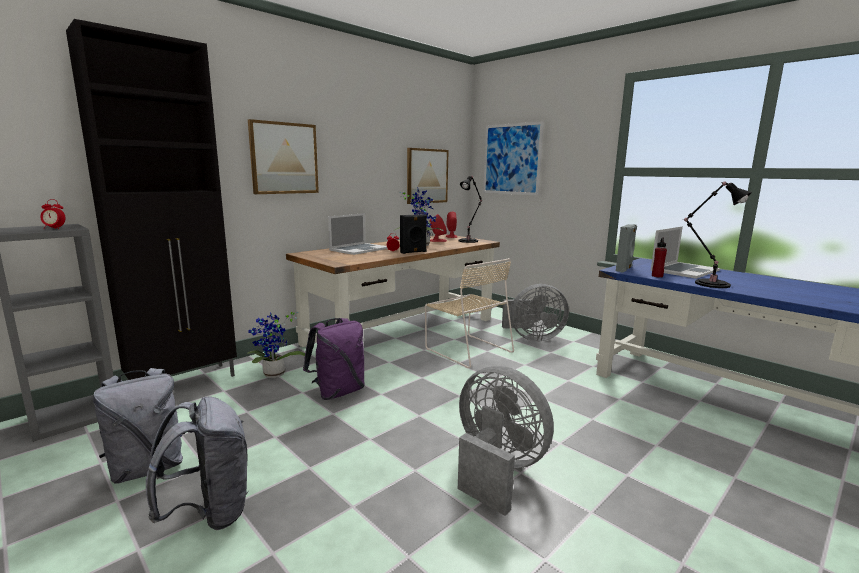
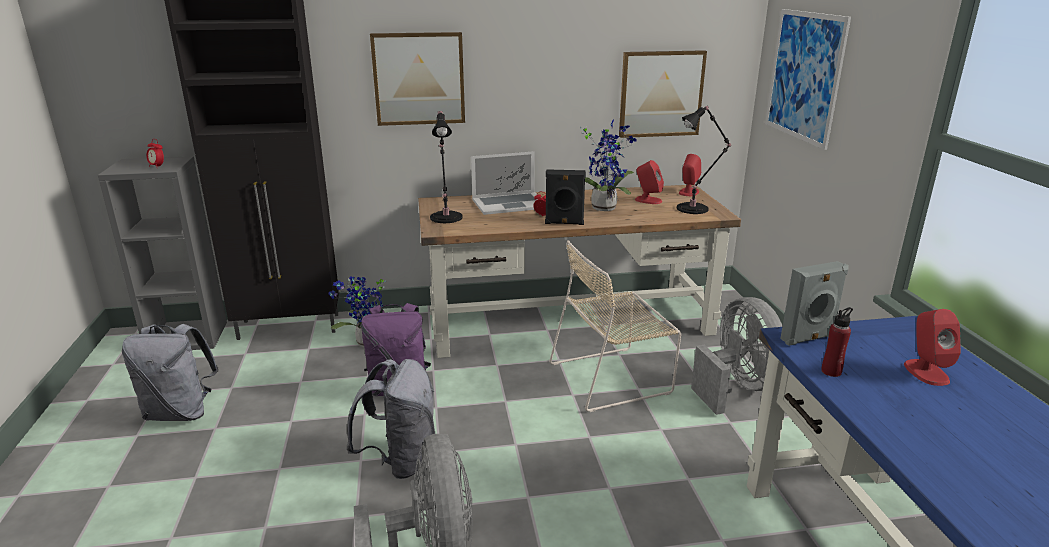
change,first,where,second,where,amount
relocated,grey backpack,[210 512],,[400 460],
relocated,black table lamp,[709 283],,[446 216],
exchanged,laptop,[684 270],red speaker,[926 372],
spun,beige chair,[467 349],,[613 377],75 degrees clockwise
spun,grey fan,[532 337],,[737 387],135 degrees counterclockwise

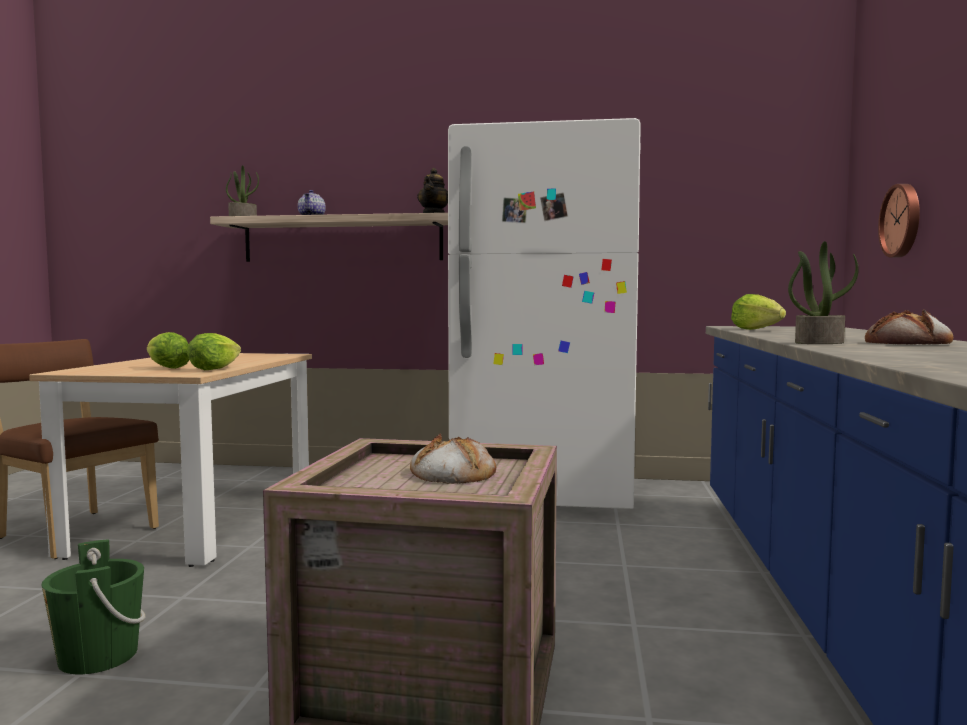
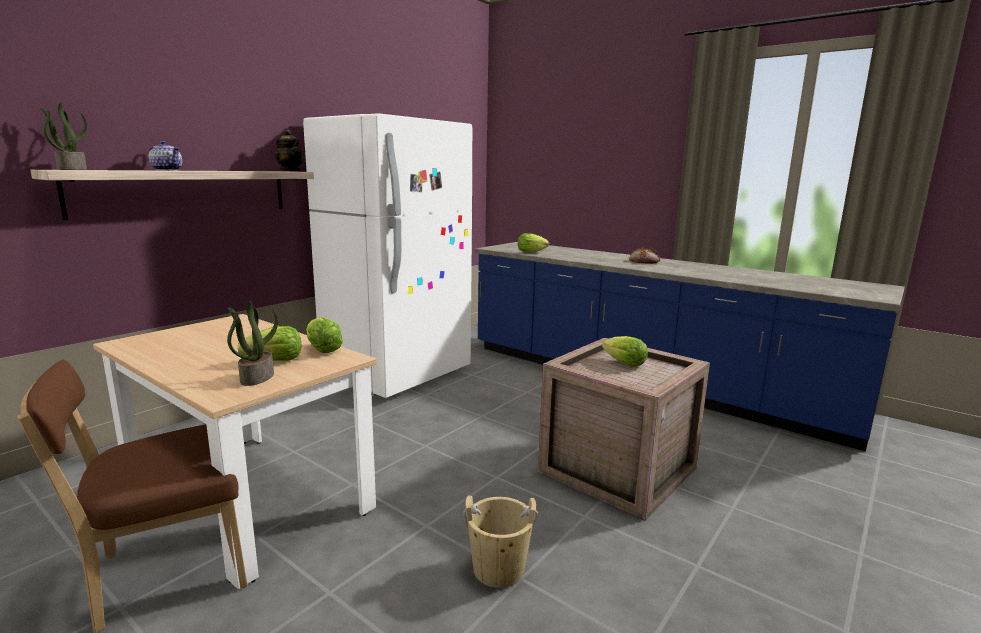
change,first,where,second,where,amount
missing,wall clock,[902 220],,,
relocated,potted plant,[819 343],,[257 377],
exchanged,bread,[451 473],lettuce,[624 364],
colour,green bucket,[98 656],beige bucket,[499 569],

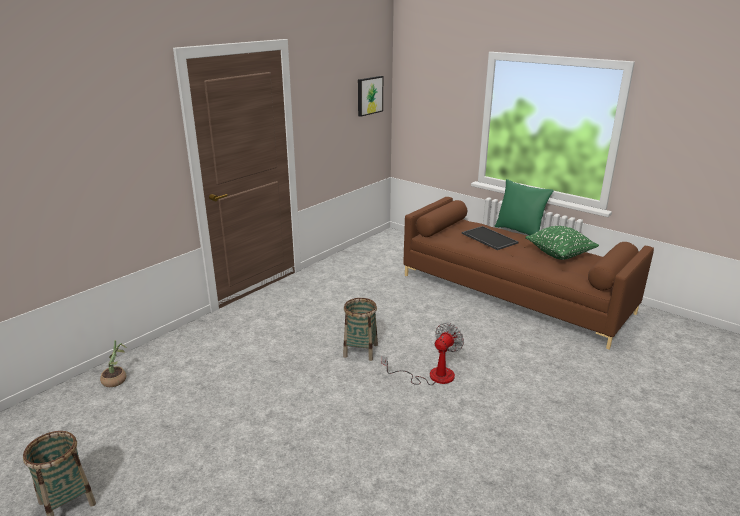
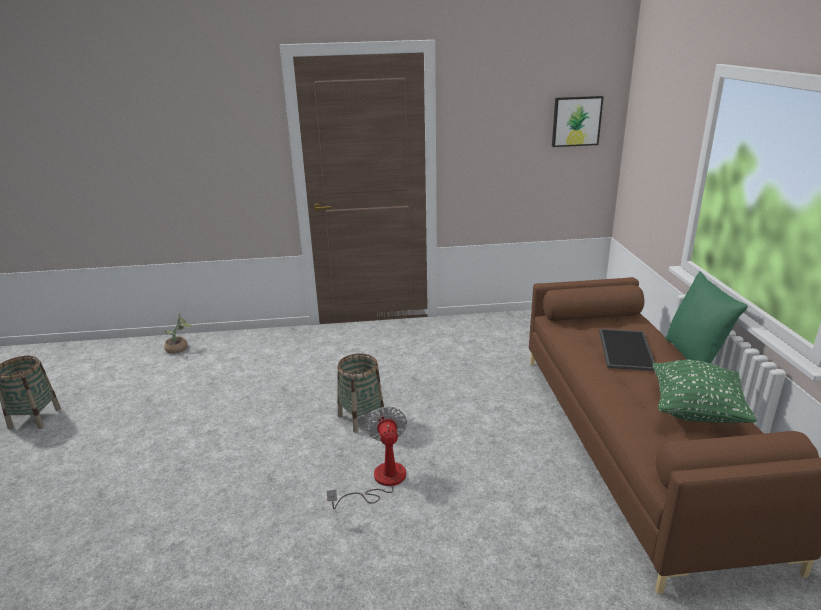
change,first,where,second,where,amount
spun,fan,[432 376],,[380 481],90 degrees counterclockwise

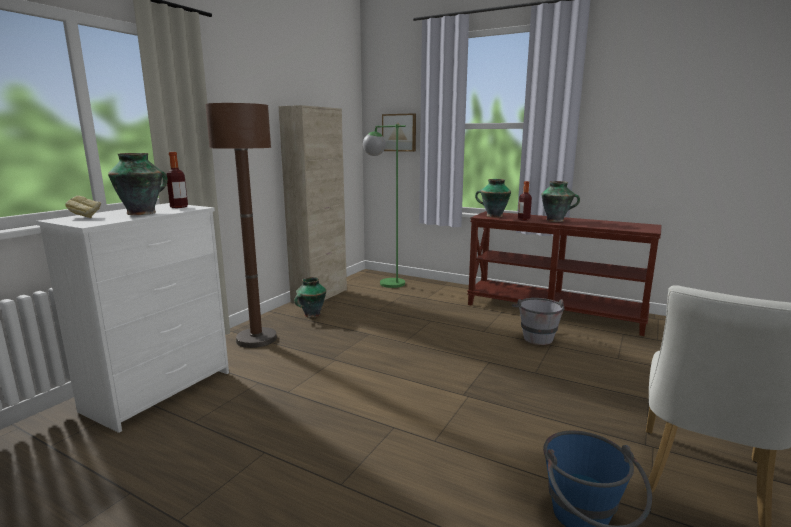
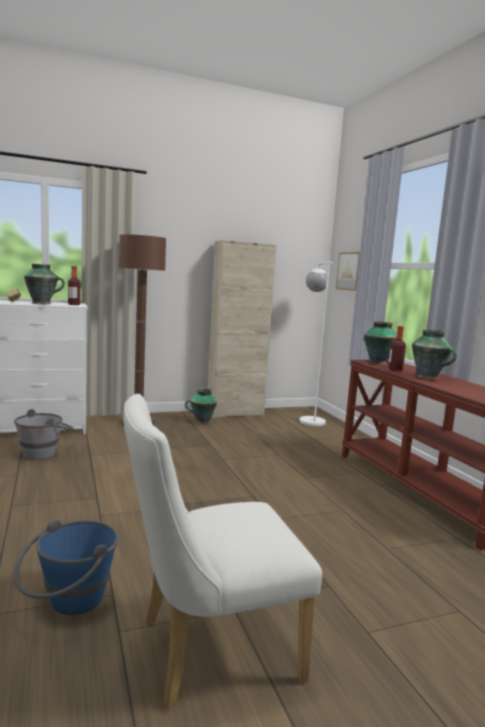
change,first,where,second,where,amount
relocated,grey bucket,[536 336],,[45 453],
colour,green floor lamp,[385 282],white floor lamp,[309 419],

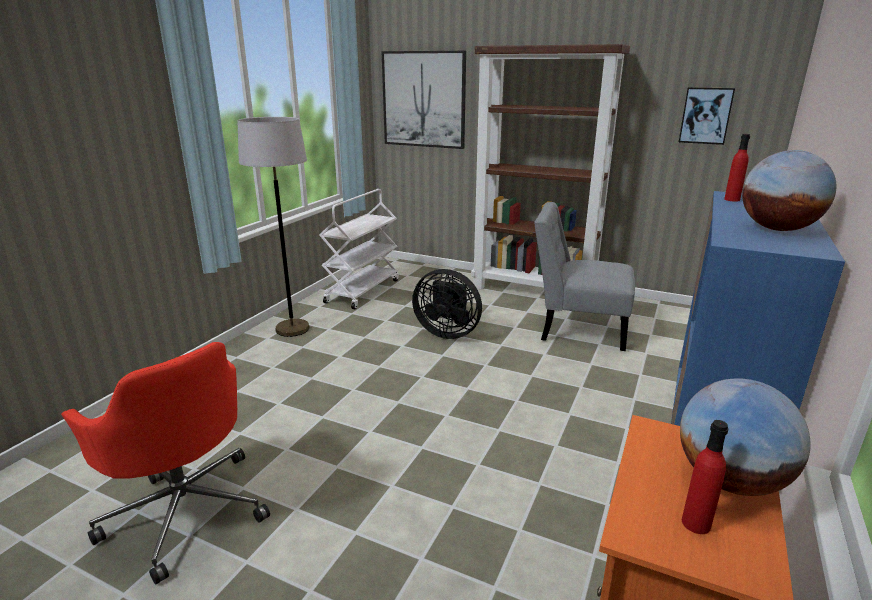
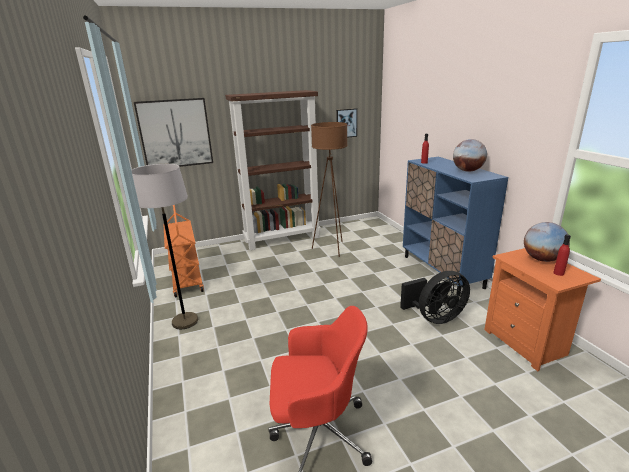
change,first,where,second,where,amount
relocated,black fan,[447 332],,[435 317],
exchanged,grey chair,[577 328],brown floor lamp,[331 248],
colour,white cart,[362 291],orange cart,[186 279],

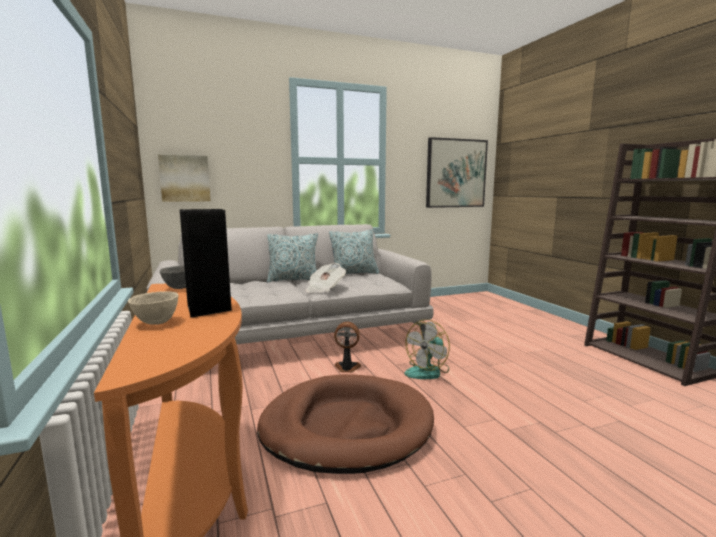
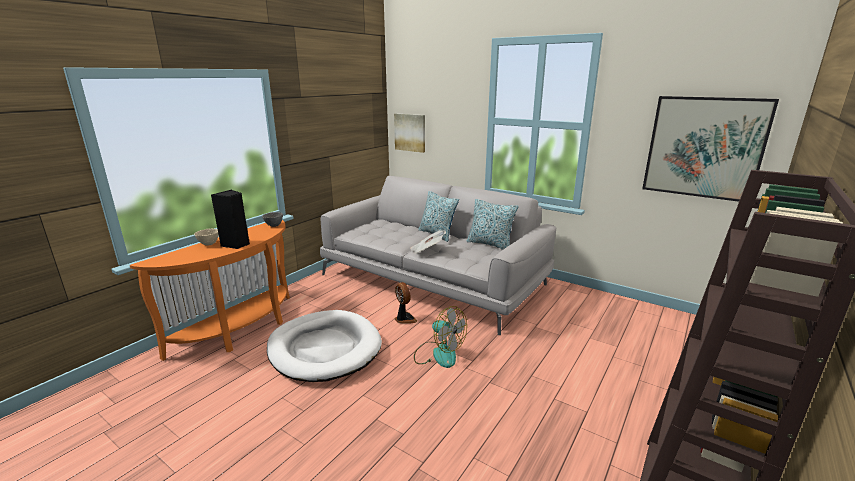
change,first,where,second,where,amount
colour,brown dog bed,[346 427],white dog bed,[324 349],
spun,fan,[428 371],,[438 354],150 degrees counterclockwise

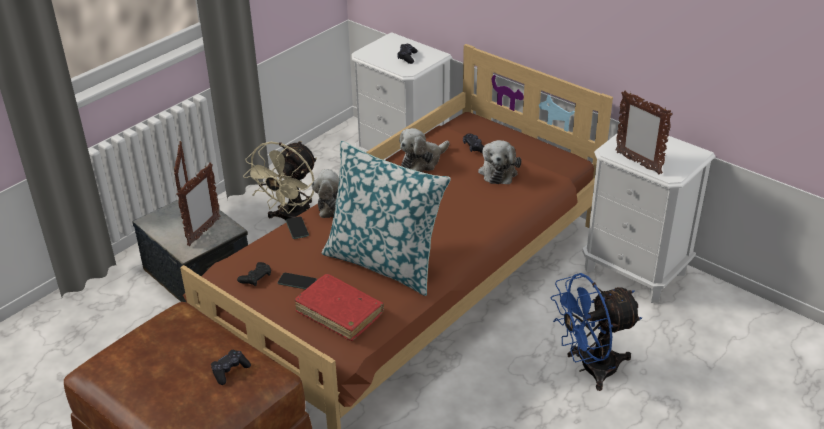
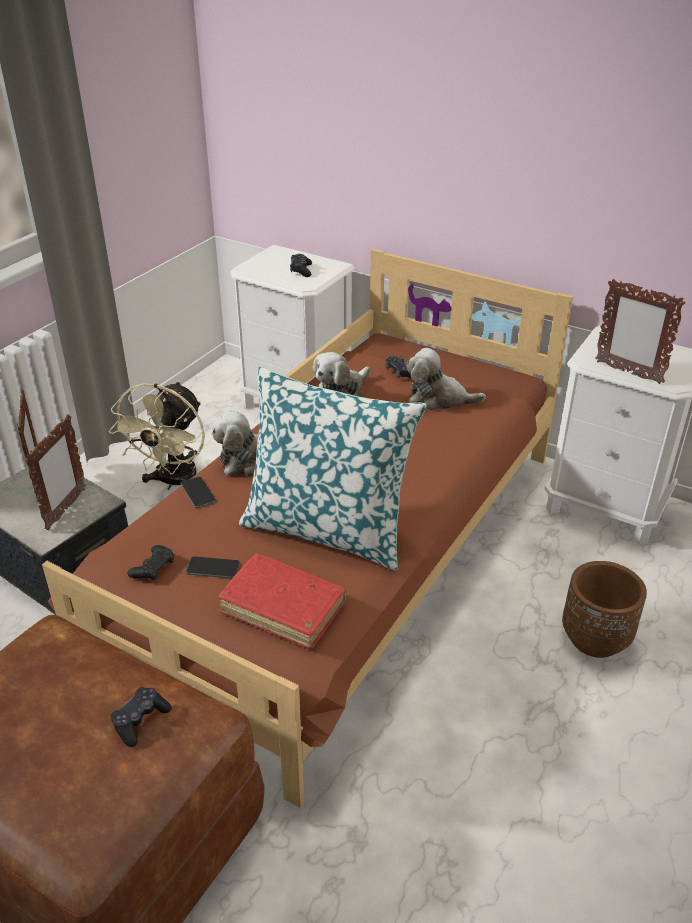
change,first,where,second,where,amount
exchanged,blue fan,[589 368],brown planter,[595 639],
spun,plush toy,[498 171],,[438 399],105 degrees clockwise

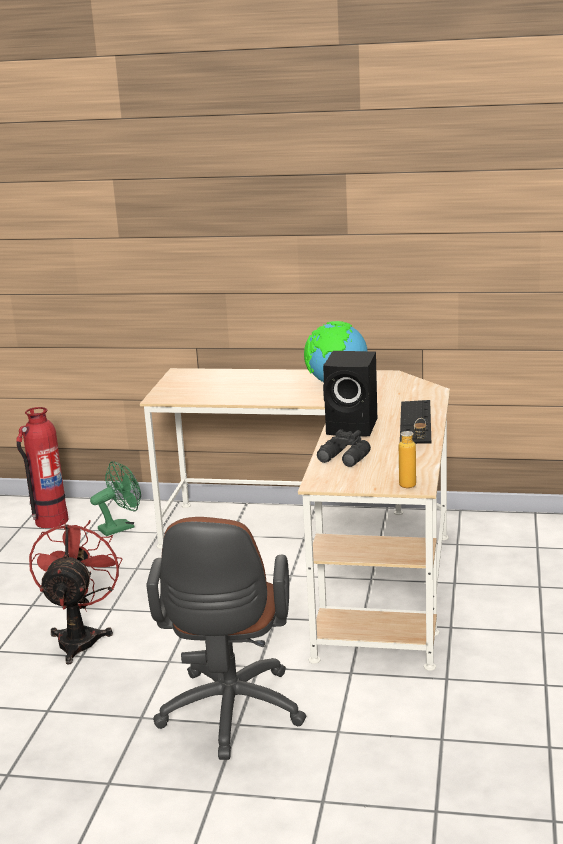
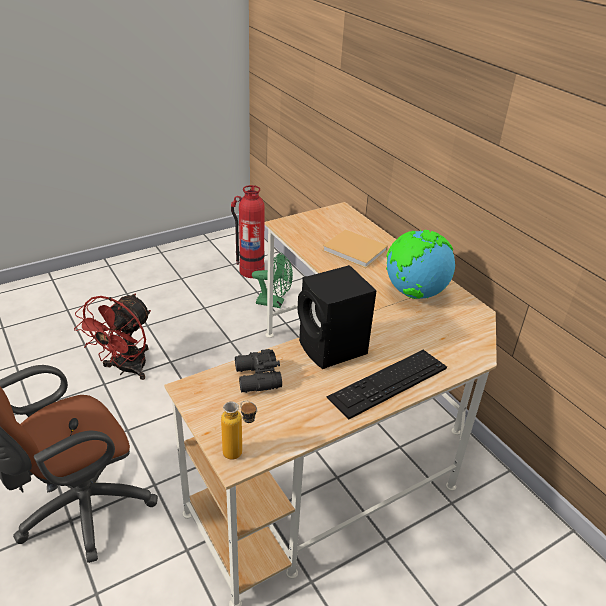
change,first,where,second,where,amount
appeared,,,beige book,[356 251],
spun,red fan,[80 637],,[126 369],150 degrees clockwise

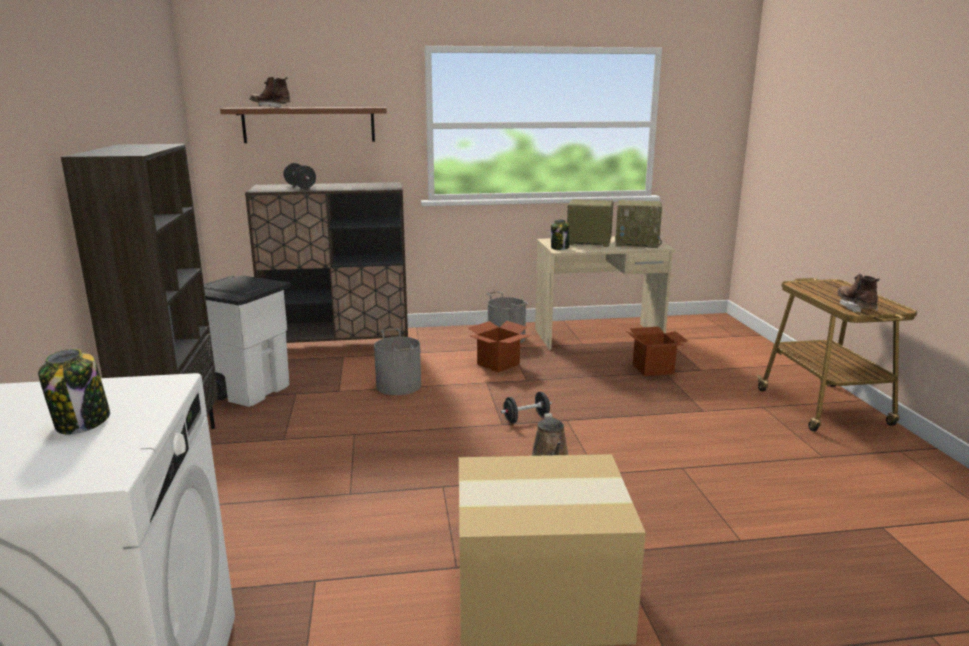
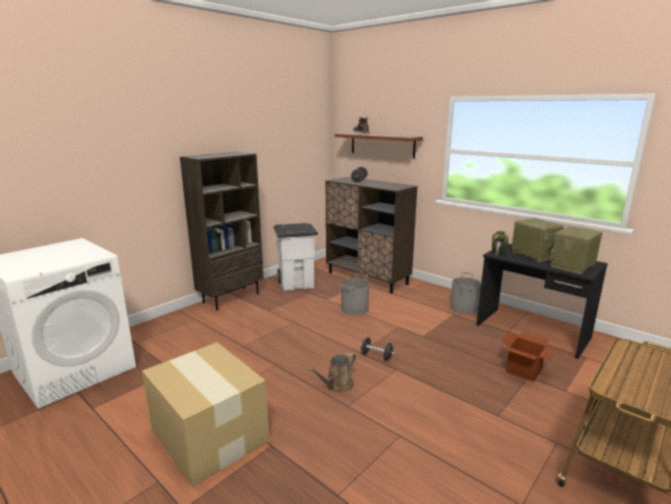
change,first,where,second,where,amount
missing,jar,[82 422],,,
missing,cardboard box,[498 364],,,
missing,brown boot,[855 307],,,
colour,beige desk,[599 336],black desk,[532 332],
spun,radio,[637 243],,[572 266],75 degrees clockwise

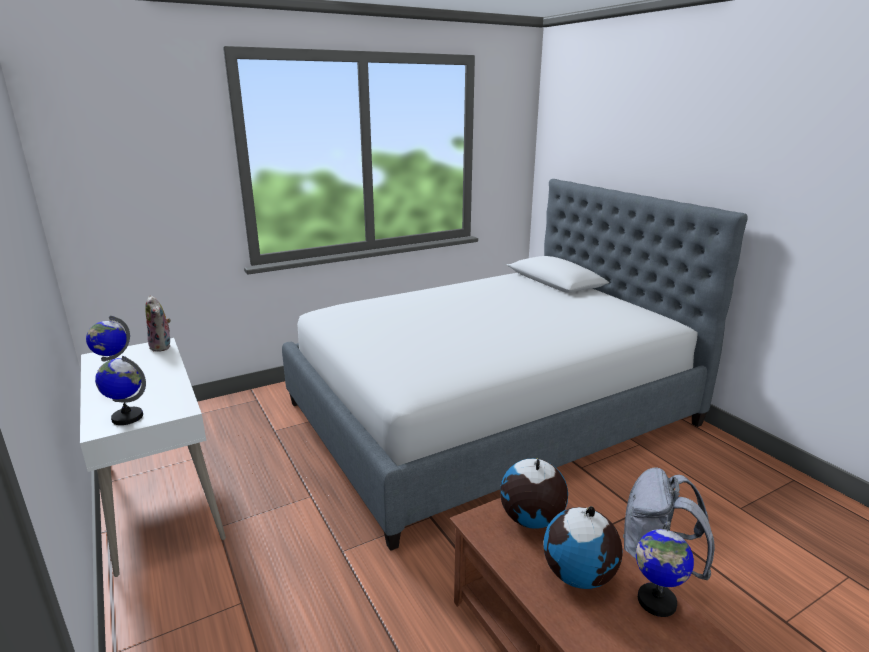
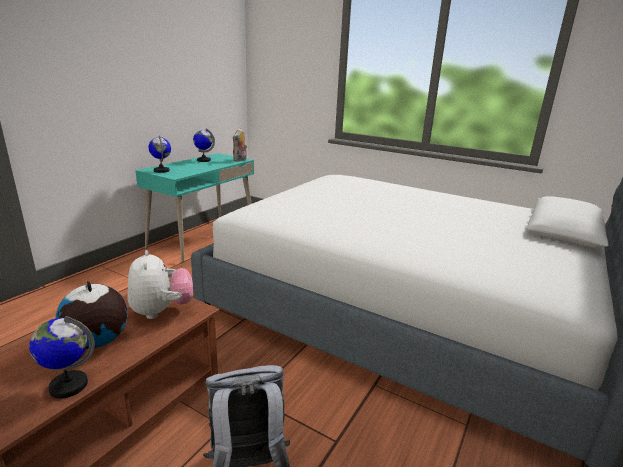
change,first,where,second,where,amount
exchanged,globe,[531 520],plush toy,[162 311],
colour,white desk,[160 499],turquoise desk,[203 238],

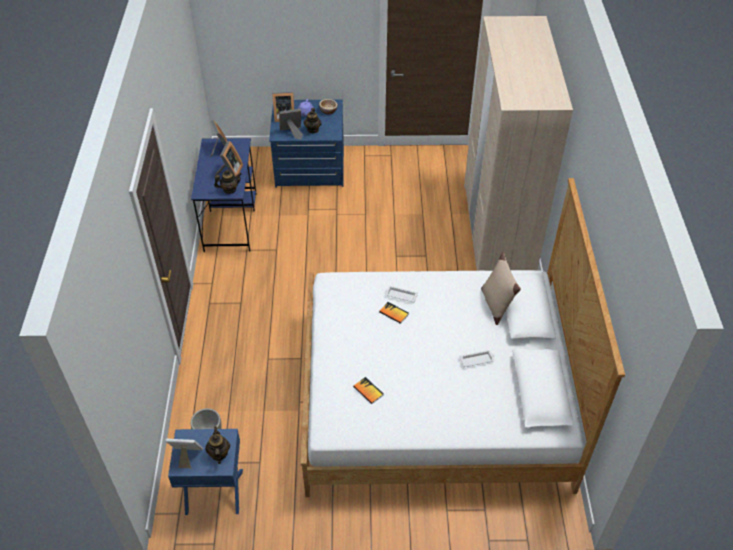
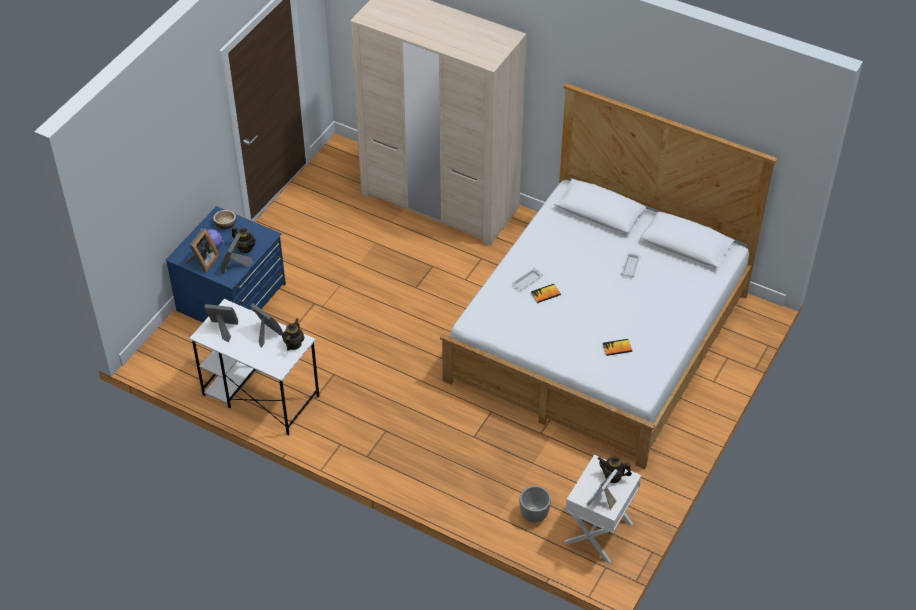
change,first,where,second,where,amount
missing,beige pillow,[496 304],,,
colour,blue nightstand,[214 492],white nightstand,[599 533],
colour,blue desk,[230 221],white desk,[260 395],

